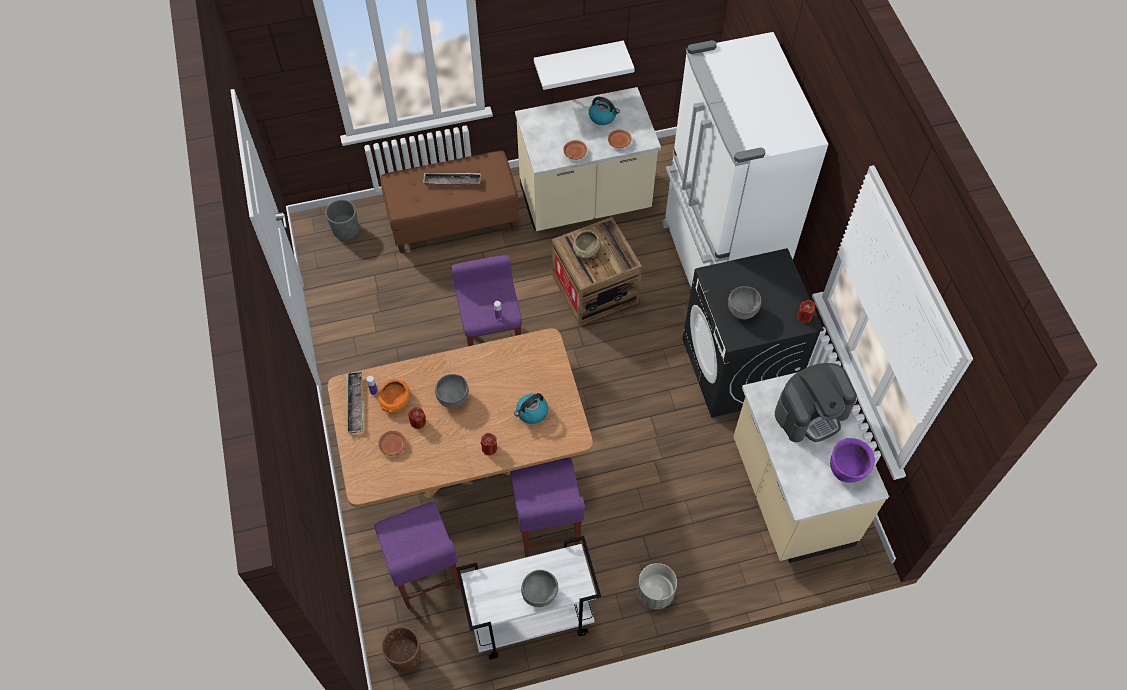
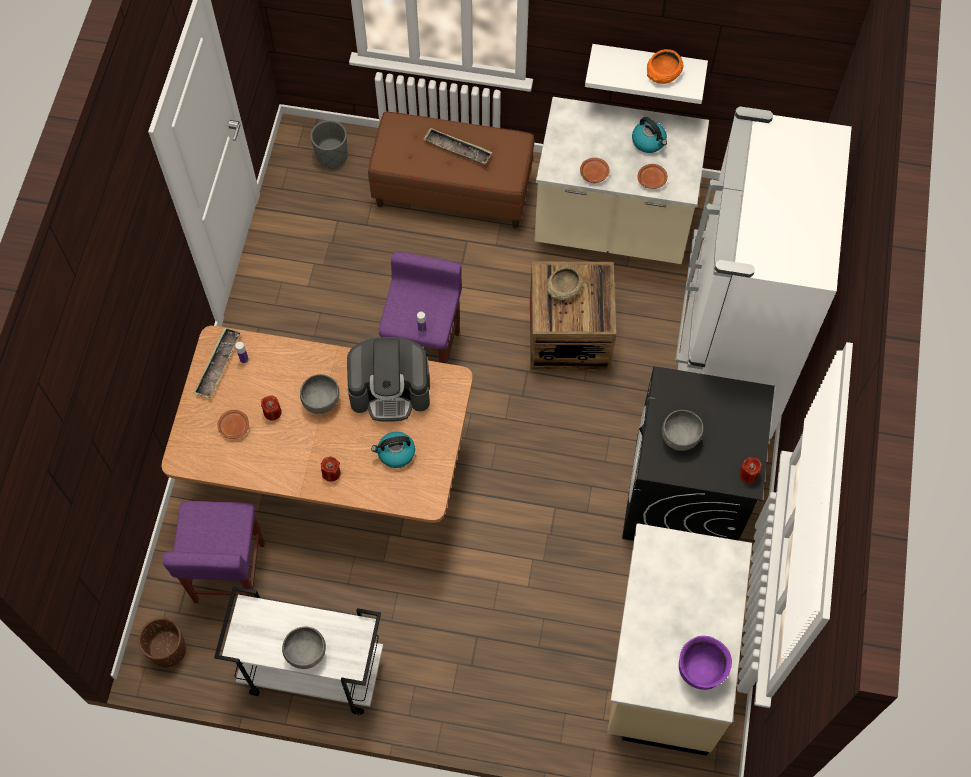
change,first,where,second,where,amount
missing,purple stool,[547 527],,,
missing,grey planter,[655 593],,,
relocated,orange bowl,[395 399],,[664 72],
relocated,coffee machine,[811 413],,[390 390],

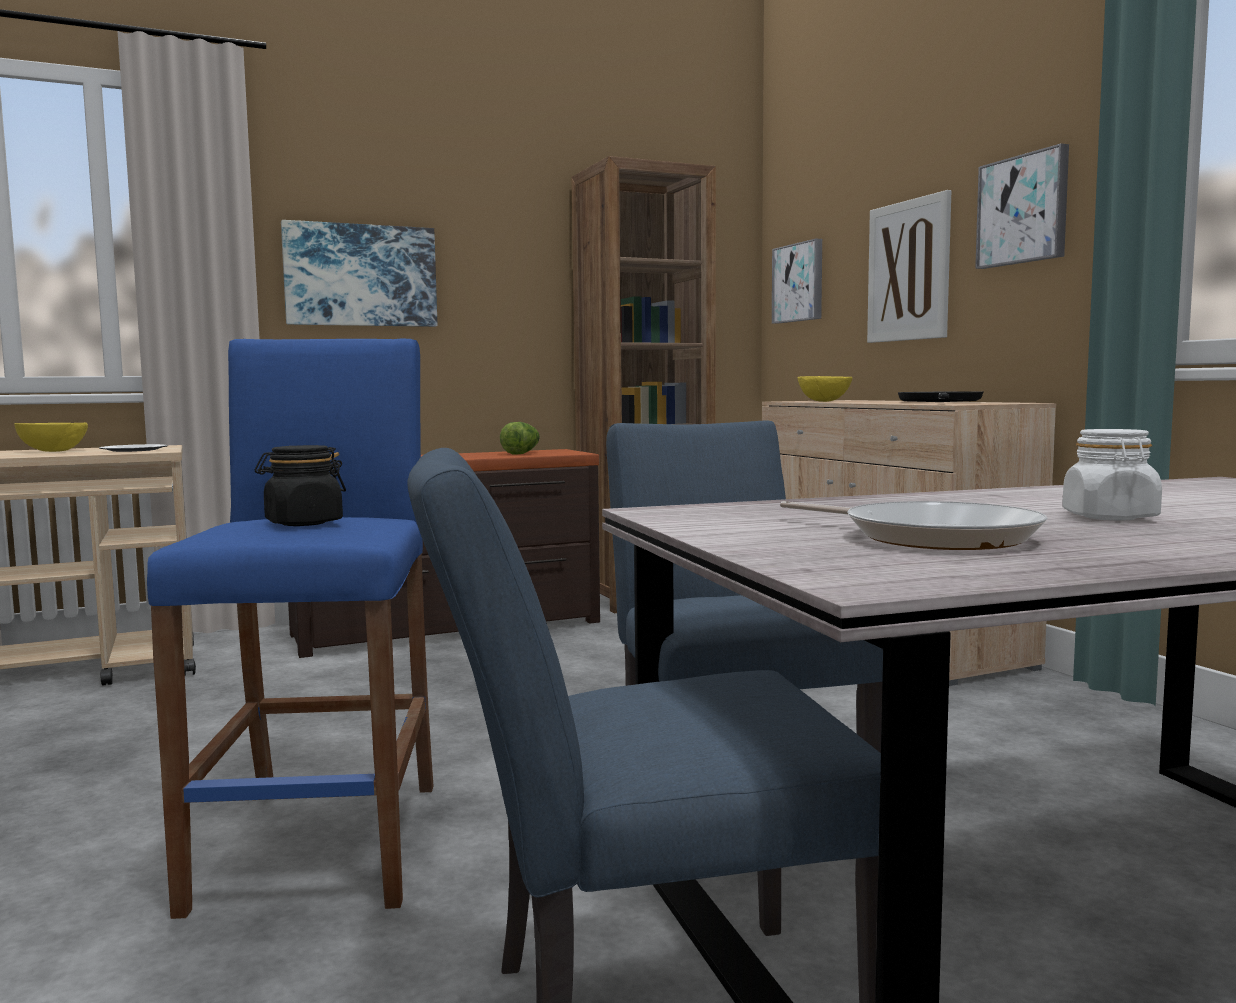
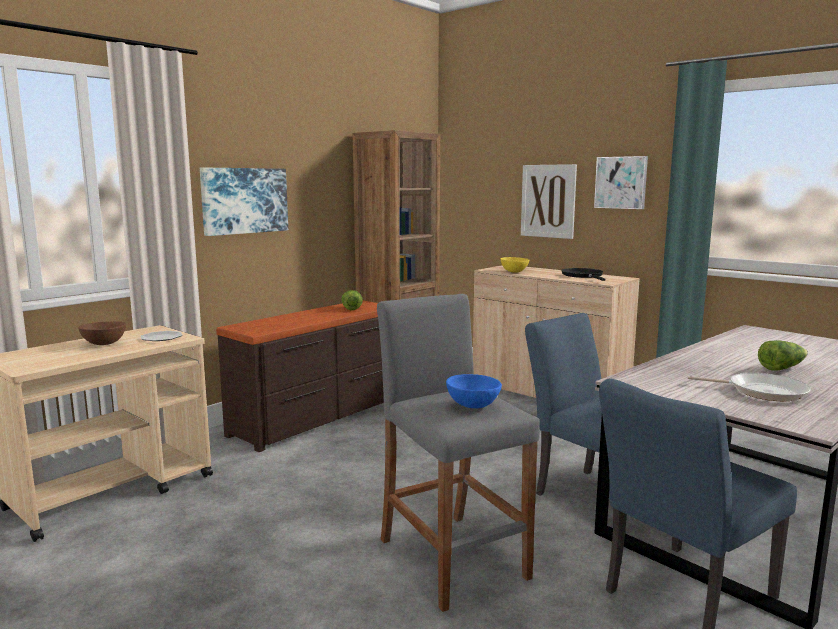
change,first,where,second,where,amount
missing,picture,[799 282],,,
exchanged,black jar,[303 523],blue bowl,[473 405],
exchanged,white jar,[1110 517],lettuce,[781 368],
colour,yellow bowl,[53 451],brown bowl,[103 344],
colour,blue stool,[323 843],grey stool,[452 558],

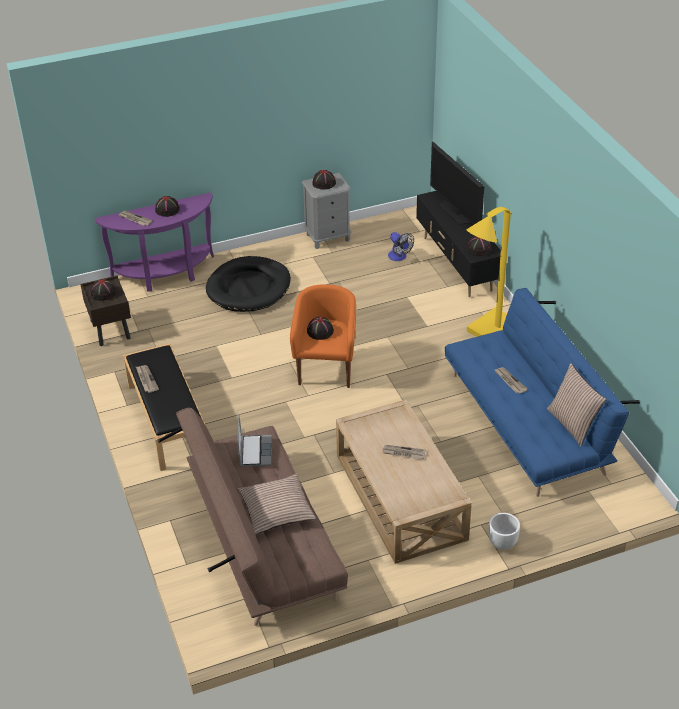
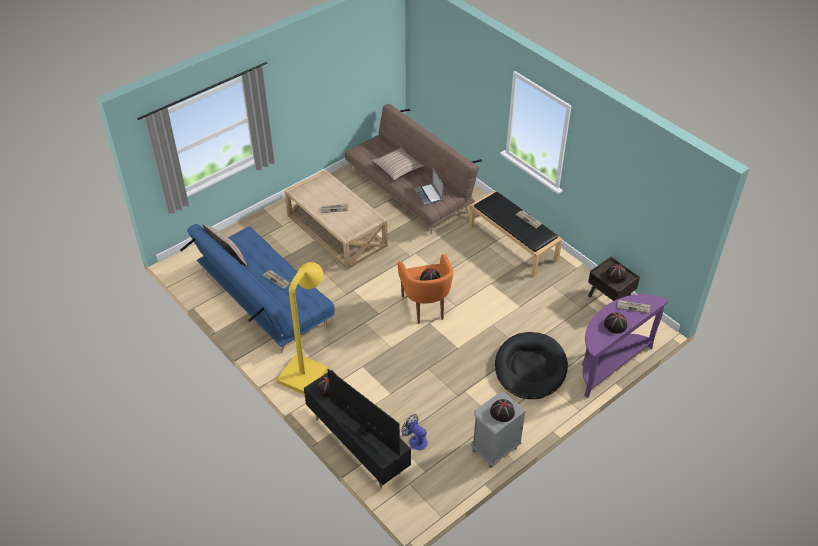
change,first,where,second,where,amount
missing,white planter,[502 544],,,

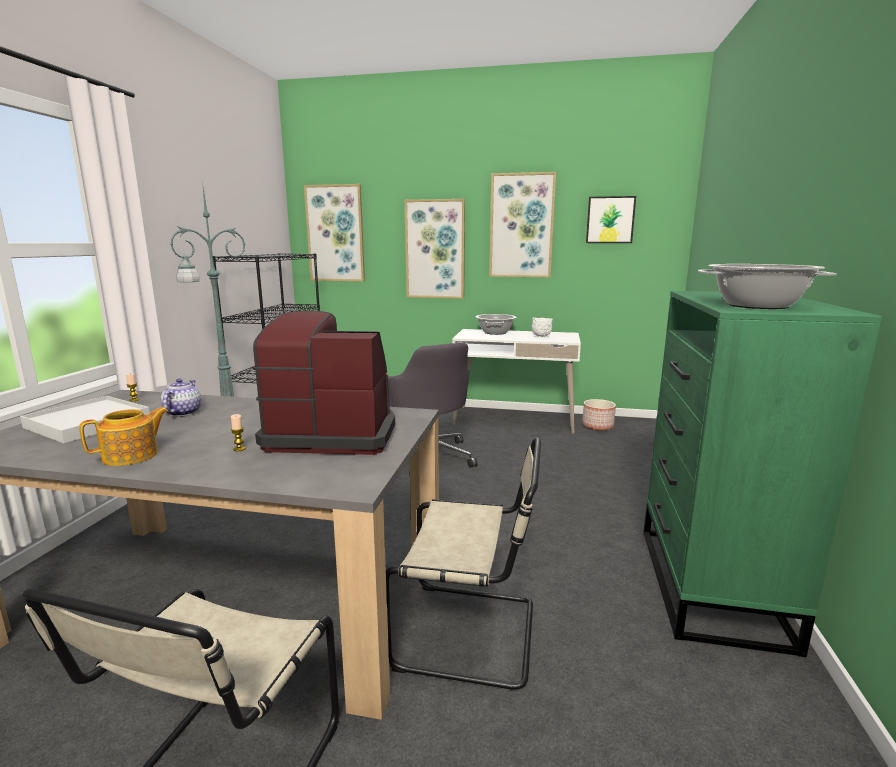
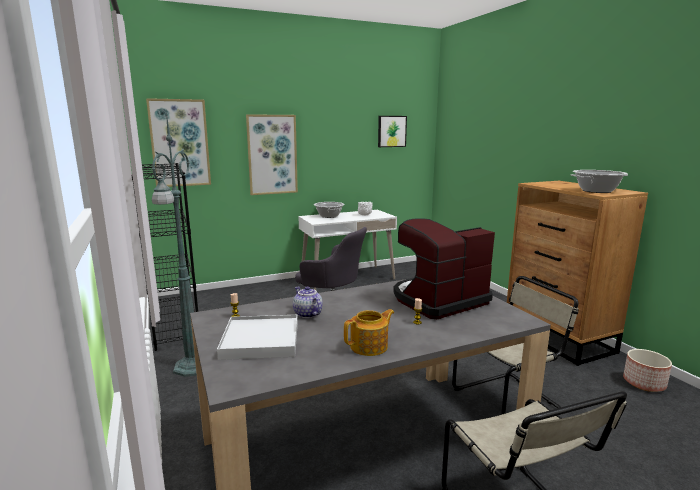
change,first,where,second,where,amount
missing,picture,[521 226],,,
relocated,planter,[598 426],,[644 383],
colour,green dresser,[710 585],brown dresser,[558 338],
spun,teapot,[132 456],,[370 346],45 degrees clockwise

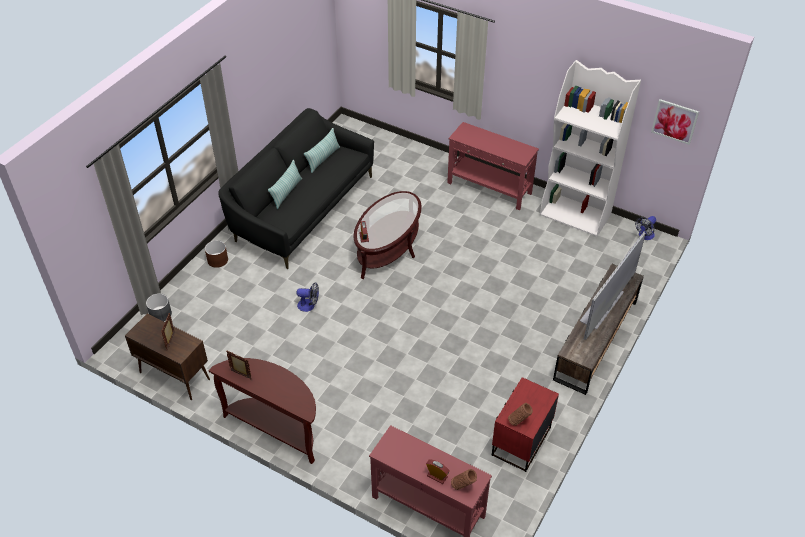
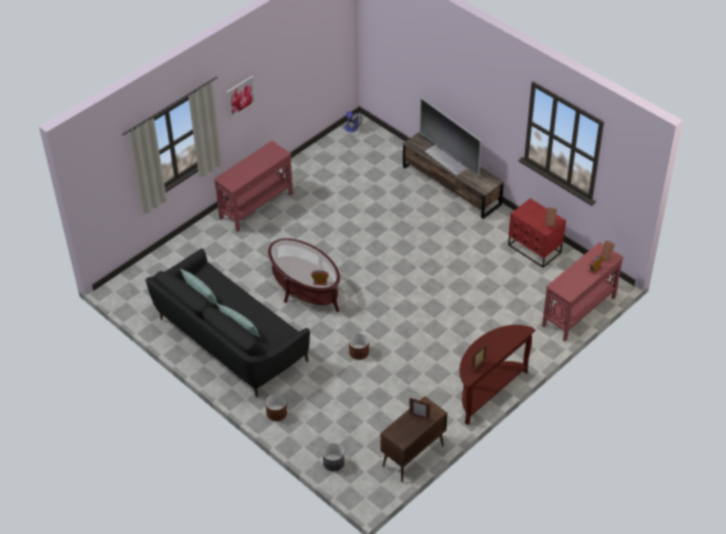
change,first,where,second,where,amount
missing,white bookcase,[576 215],,,
relocated,picture,[675 121],,[241 96],
exchanged,fan,[309 305],brown planter,[359 352],

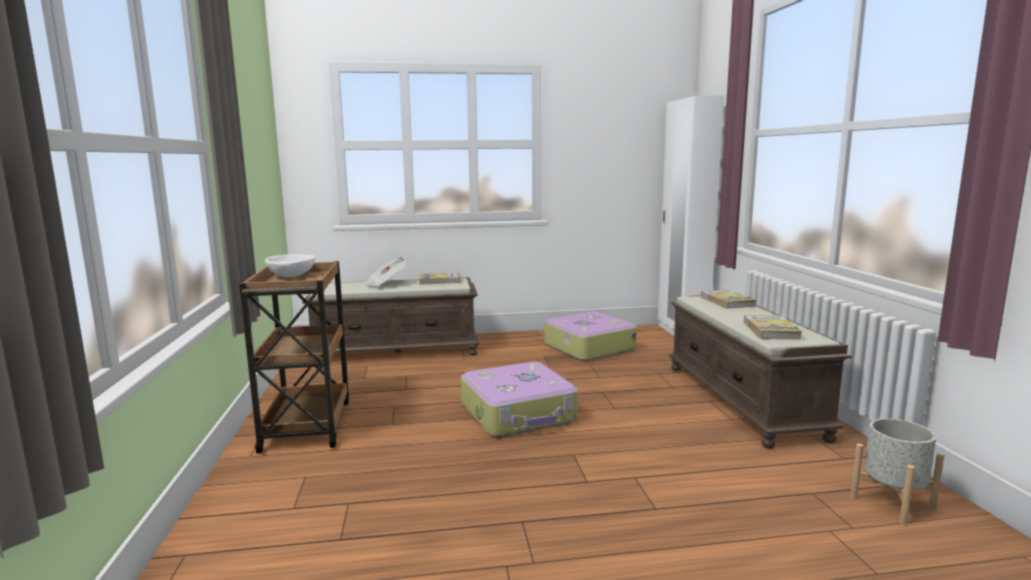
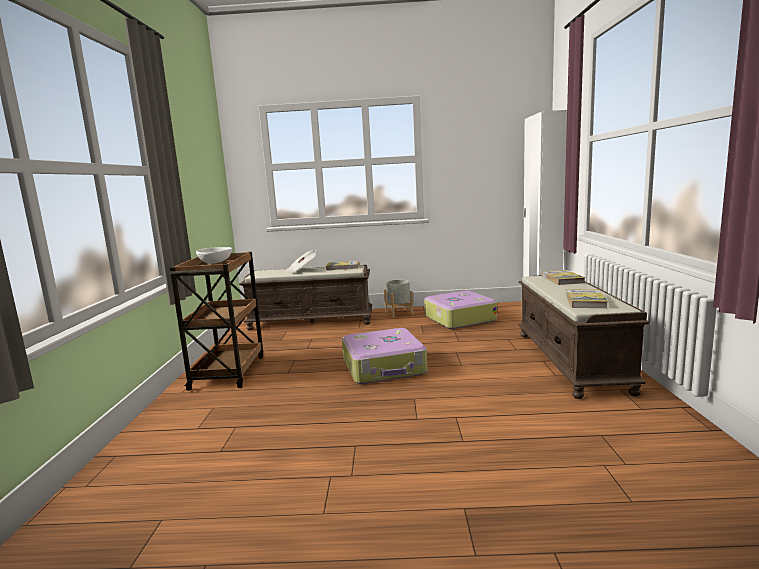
change,first,where,second,where,amount
relocated,grey planter,[891 503],,[399 313],

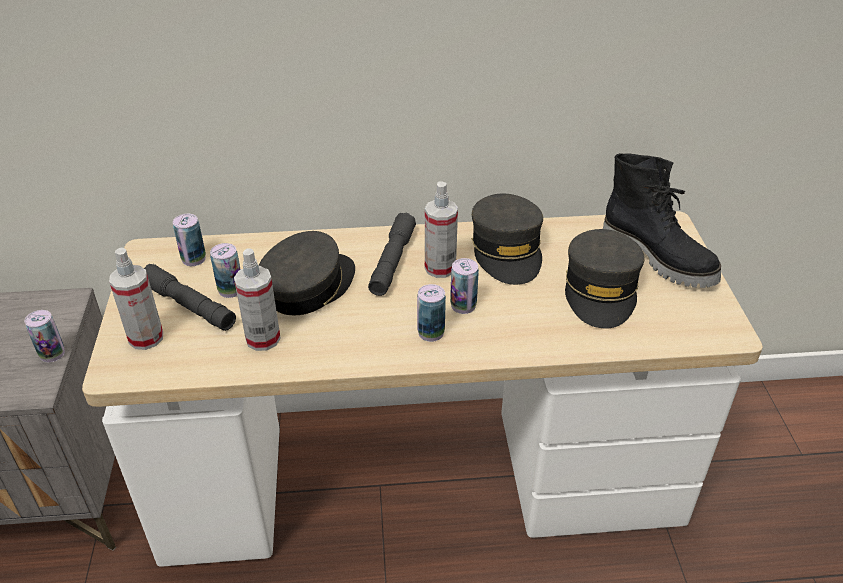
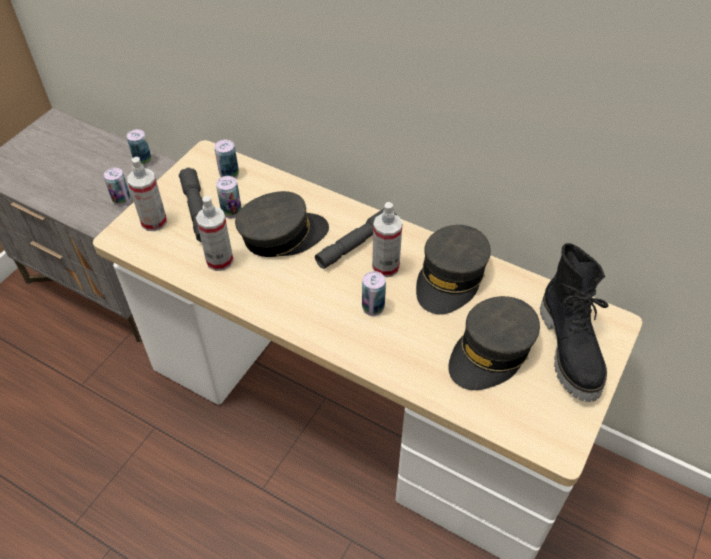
change,first,where,second,where,amount
relocated,can,[431 332],,[143 161],

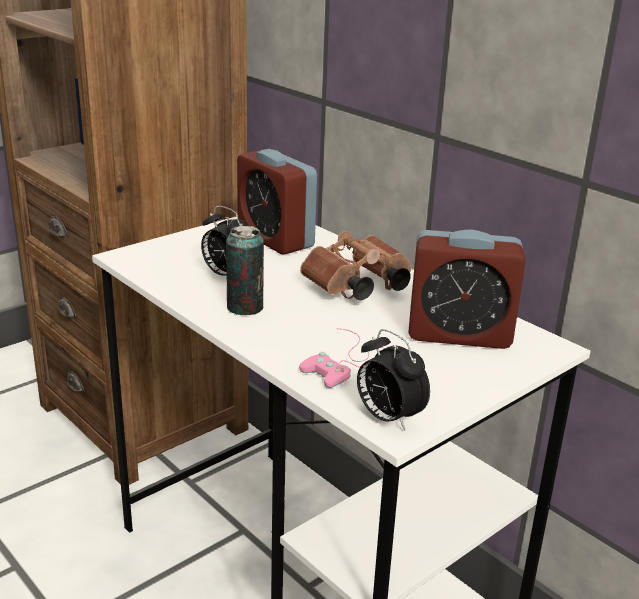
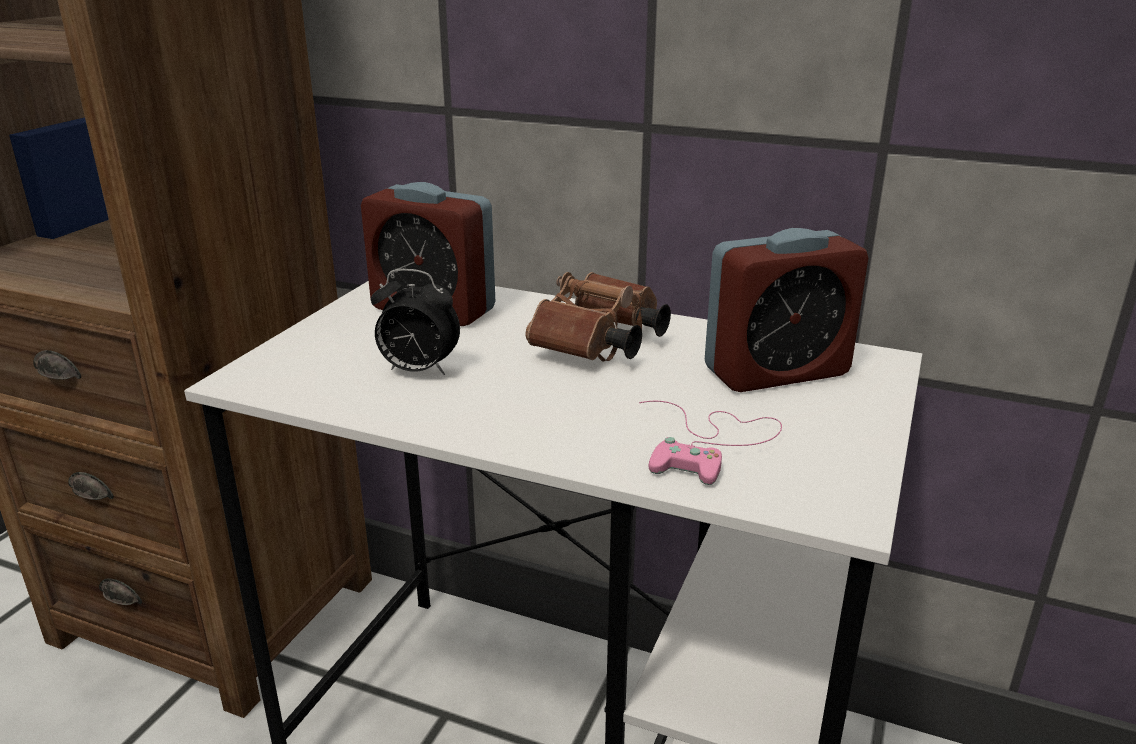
change,first,where,second,where,amount
missing,can,[245 307],,,
missing,alarm clock,[387 418],,,

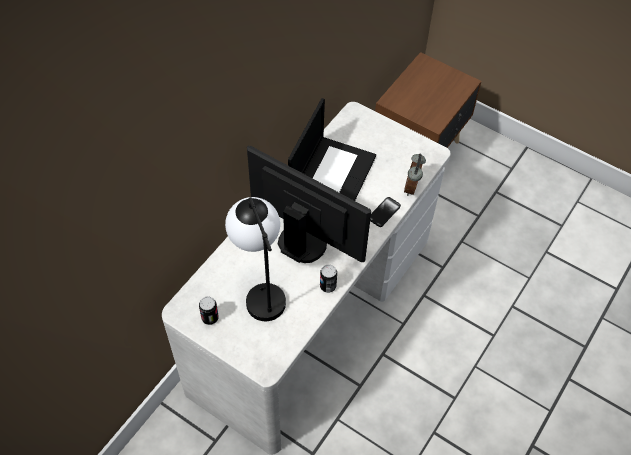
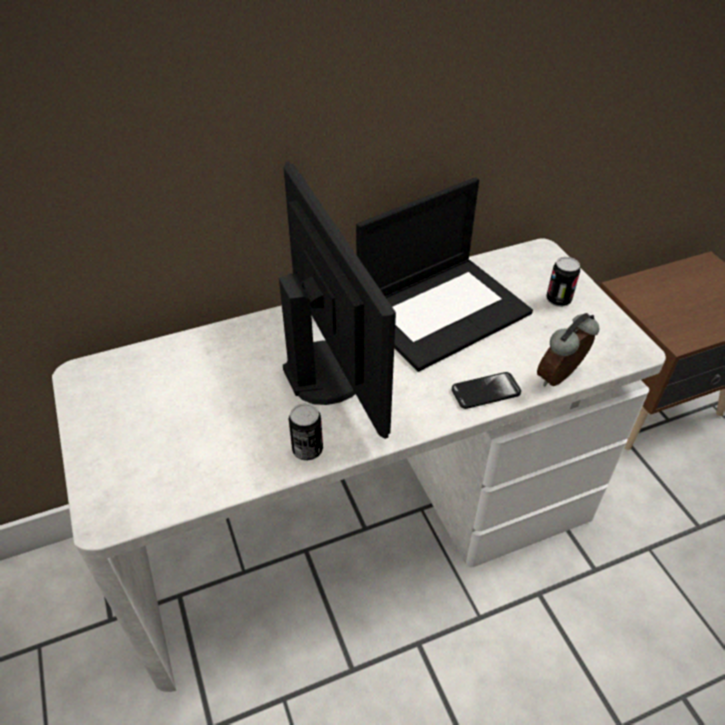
change,first,where,second,where,amount
missing,table lamp,[260 290],,,
relocated,can,[210 318],,[558 300],

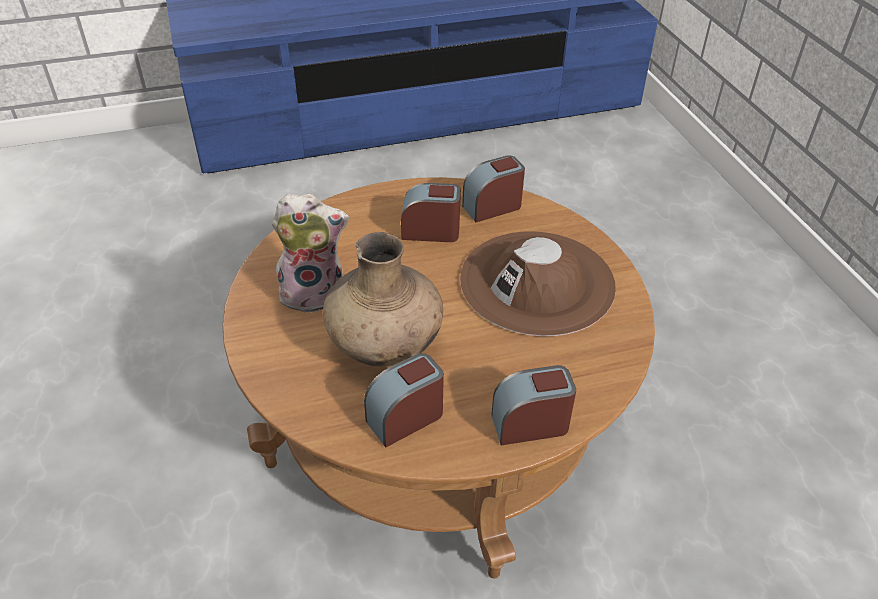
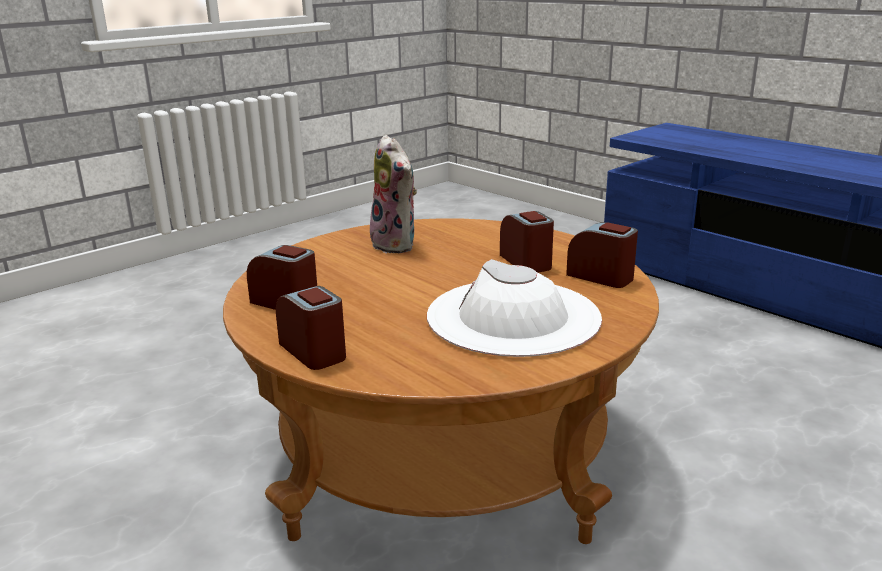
change,first,where,second,where,amount
missing,brown vase,[385 345],,,
colour,brown hat,[537 282],white hat,[513 317],

